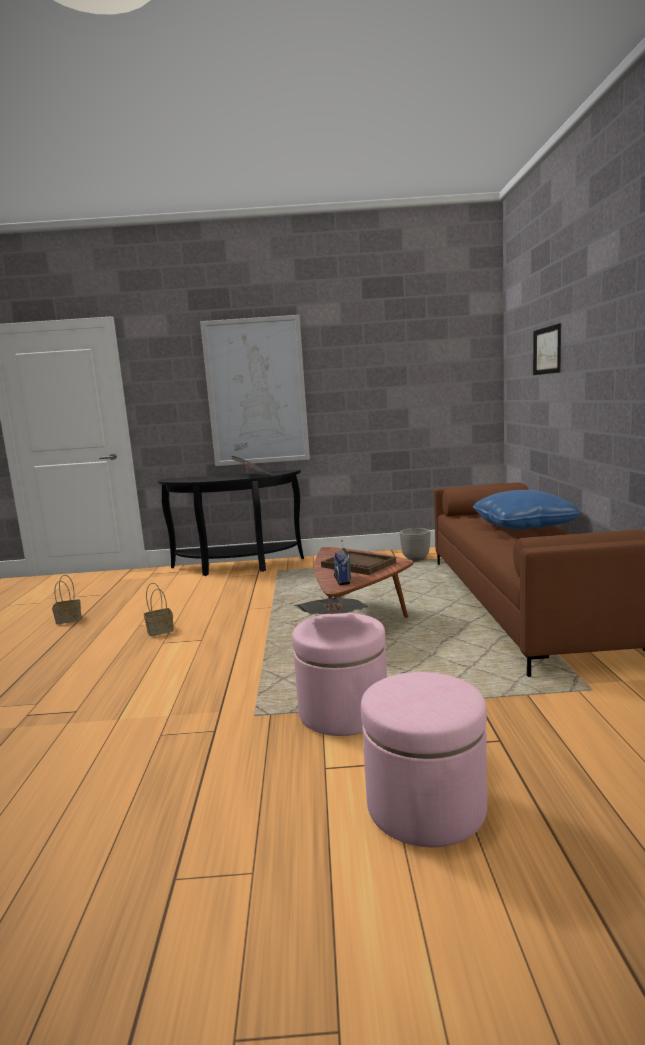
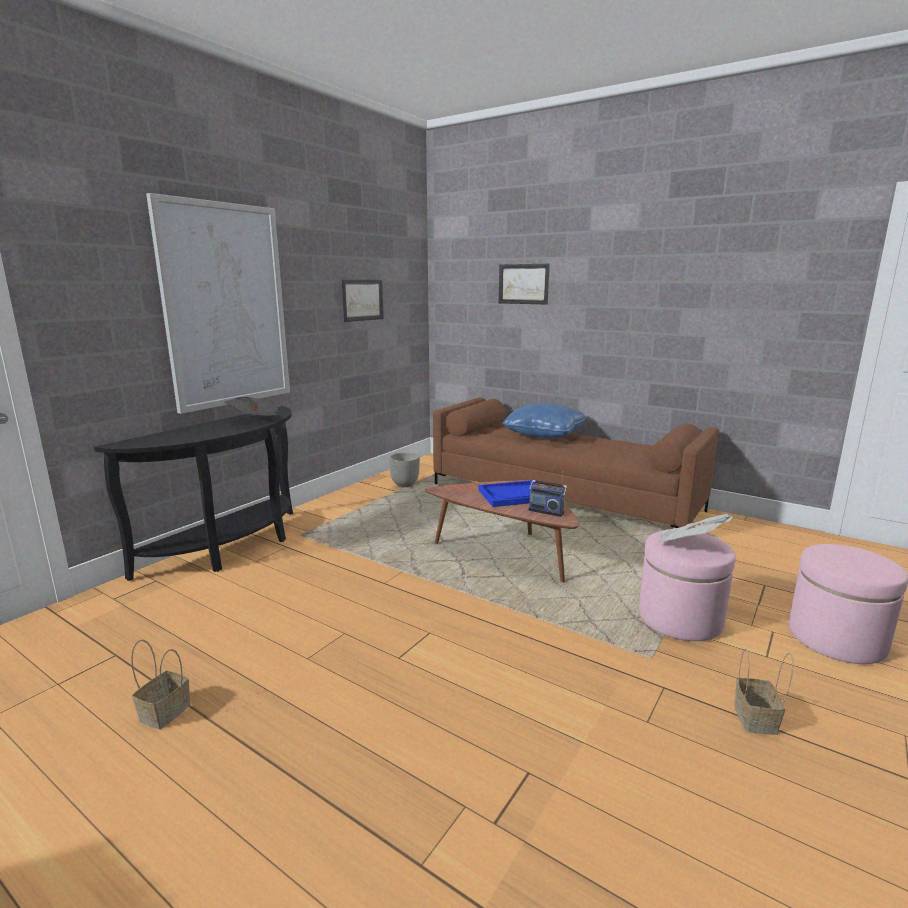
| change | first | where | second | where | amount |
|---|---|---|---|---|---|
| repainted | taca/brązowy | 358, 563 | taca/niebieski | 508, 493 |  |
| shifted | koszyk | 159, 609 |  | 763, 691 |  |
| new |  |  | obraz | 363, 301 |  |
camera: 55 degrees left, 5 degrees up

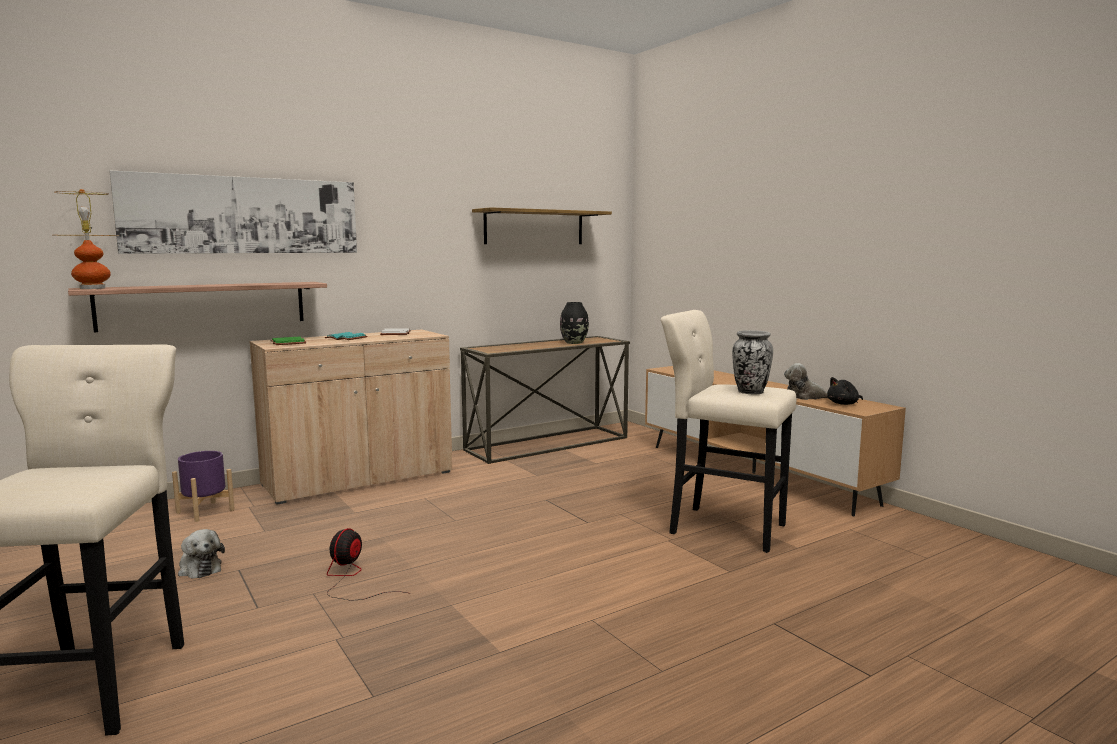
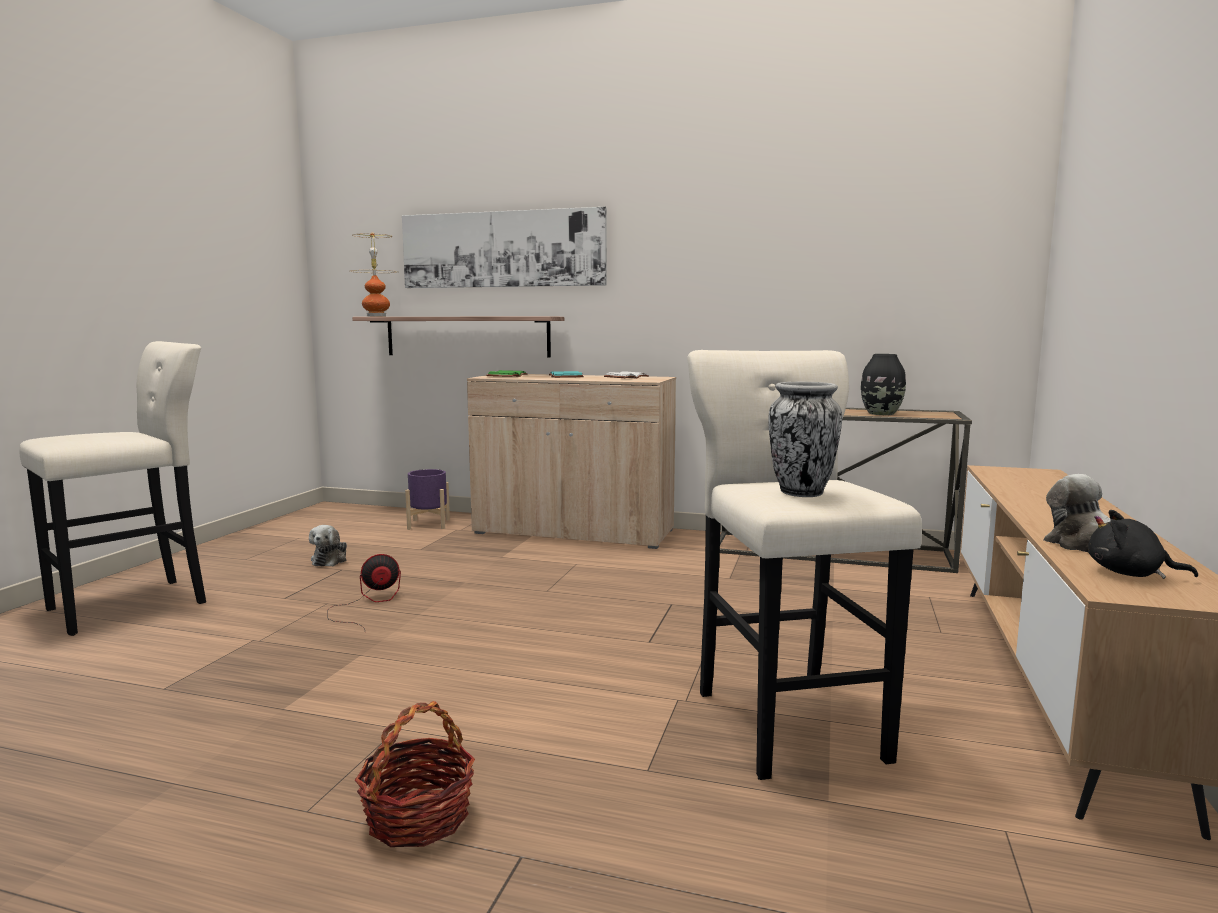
| change | first | where | second | where | amount |
|---|---|---|---|---|---|
| gone | półka | 542, 225 |  |  |  |
| new |  |  | koszyk | 415, 774 |  |
camera: 50 degrees right, 0 degrees up

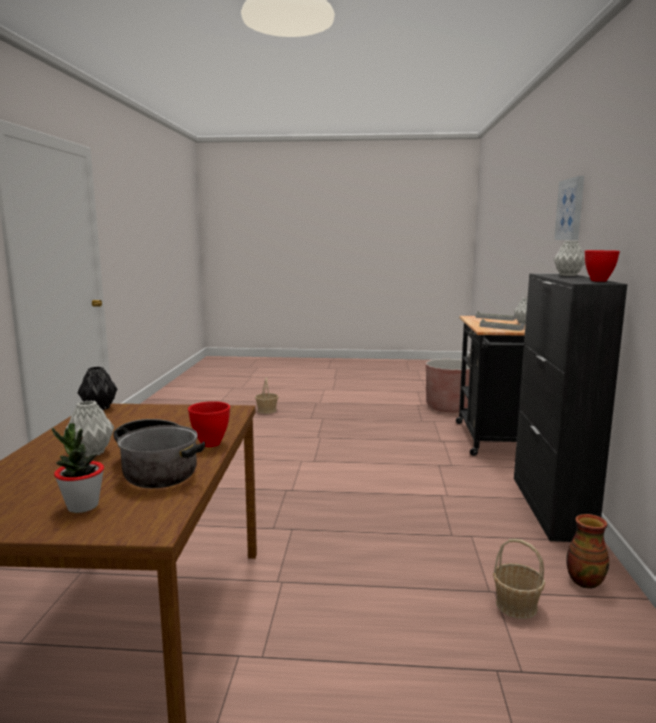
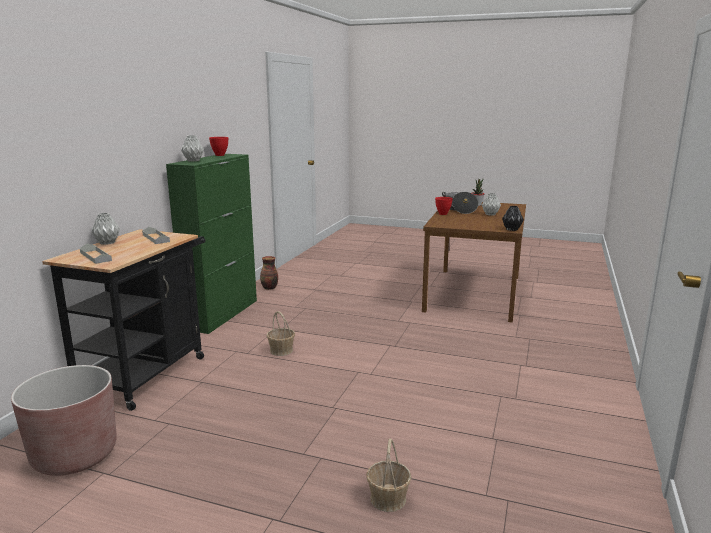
| change | first | where | second | where | amount |
|---|---|---|---|---|---|
| gone | obraz | 569, 208 |  |  |  |
| repainted | szafka/czarny | 571, 407 | szafka/zielony | 211, 244 |  |
| shifted | koszyk | 519, 579 |  | 281, 333 |  |
camera: 165 degrees left, 5 degrees up

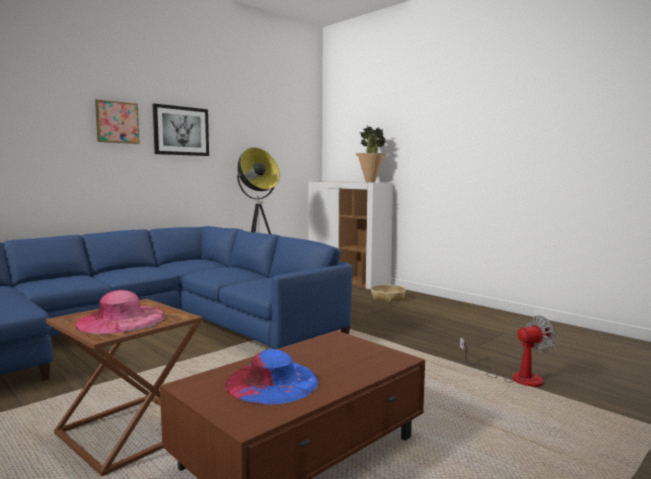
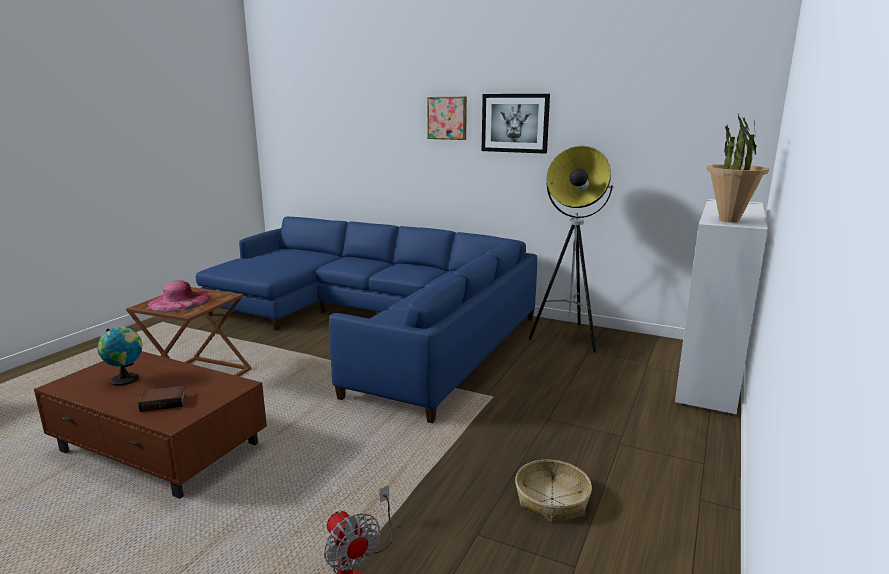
| change | first | where | second | where | amount |
|---|---|---|---|---|---|
| shifted | koszyk | 388, 293 |  | 553, 491 |  |
| swapped | kapelusz/niebieski | 271, 377 | globus | 119, 356 |  |
| new |  |  | książka | 162, 399 |  |
camera: 70 degrees right, 10 degrees up

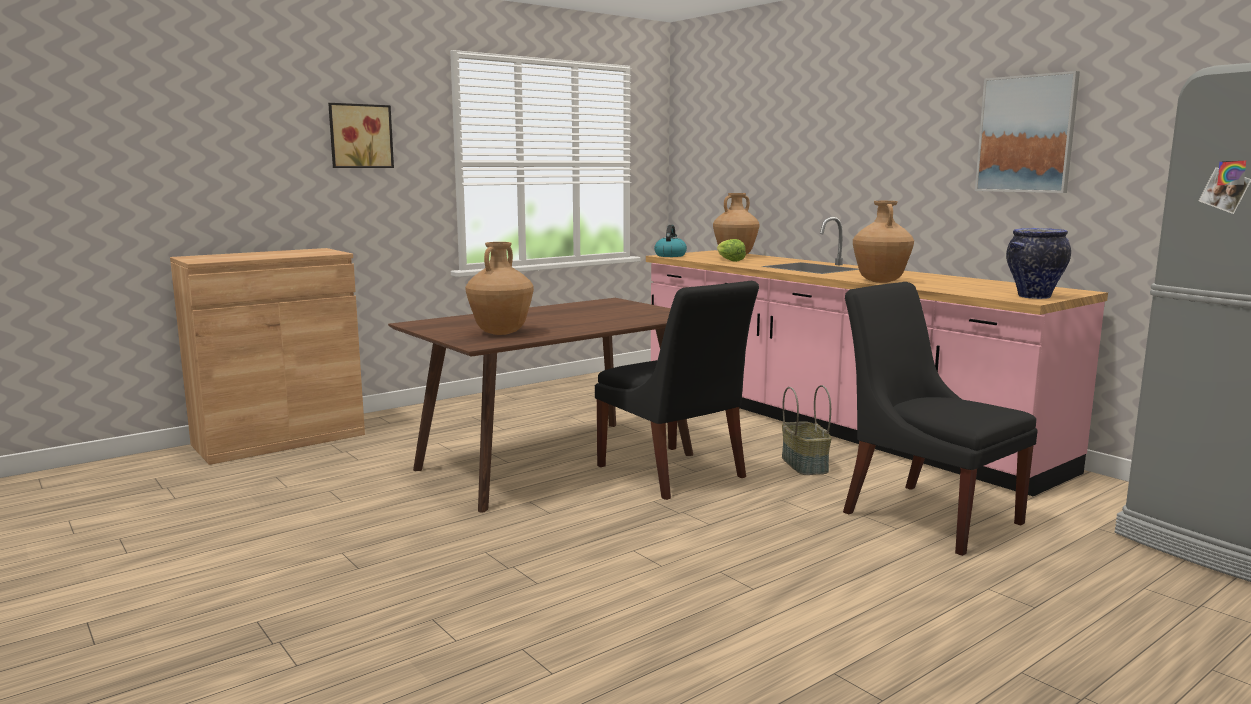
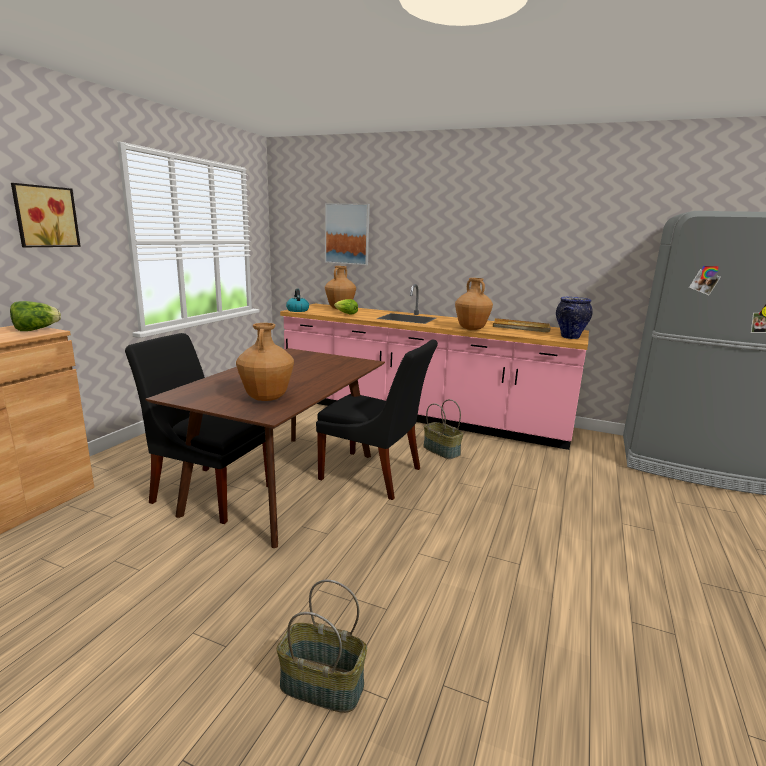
| change | first | where | second | where | amount |
|---|---|---|---|---|---|
| shifted | obraz | 1027, 132 |  | 347, 234 |  |
| shifted | krzesło/czarny | 940, 419 |  | 196, 428 |  |
| new |  |  | sałata | 35, 316 |  |
| new |  |  | taca/beżowy | 522, 325 |  |
| new |  |  | koszyk | 322, 646 |  |
camera: 30 degrees left, 5 degrees up

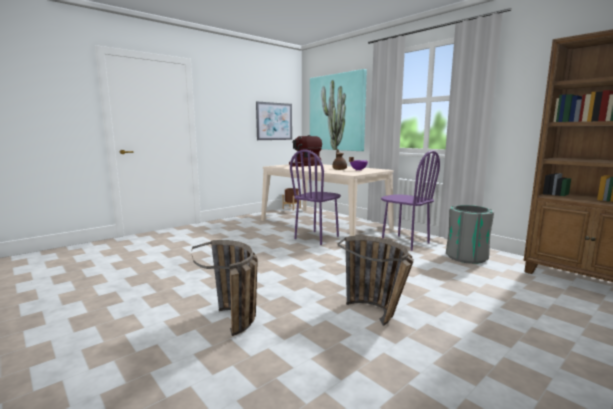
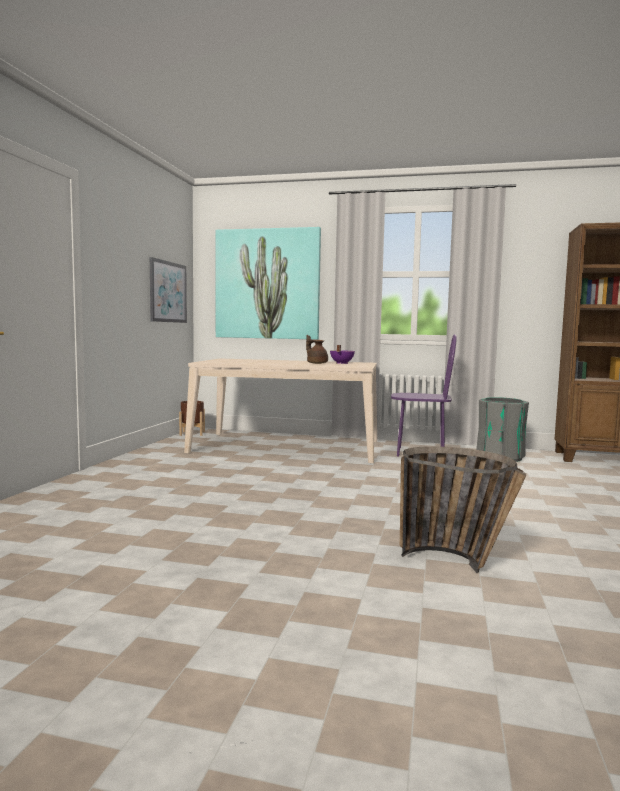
| change | first | where | second | where | amount |
|---|---|---|---|---|---|
| gone | ekspres do kawy | 305, 151 |  |  |  |
| gone | krzesło/fioletowy | 315, 197 |  |  |  |
| gone | koszyk | 375, 281 |  |  |  |
camera: 35 degrees left, 5 degrees down

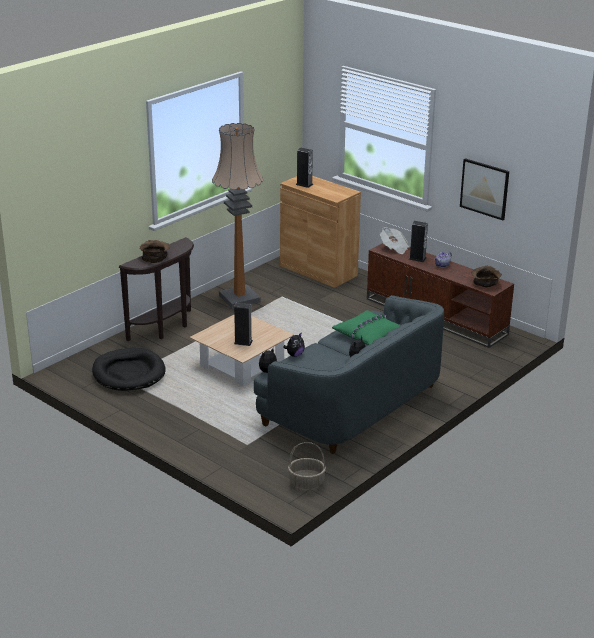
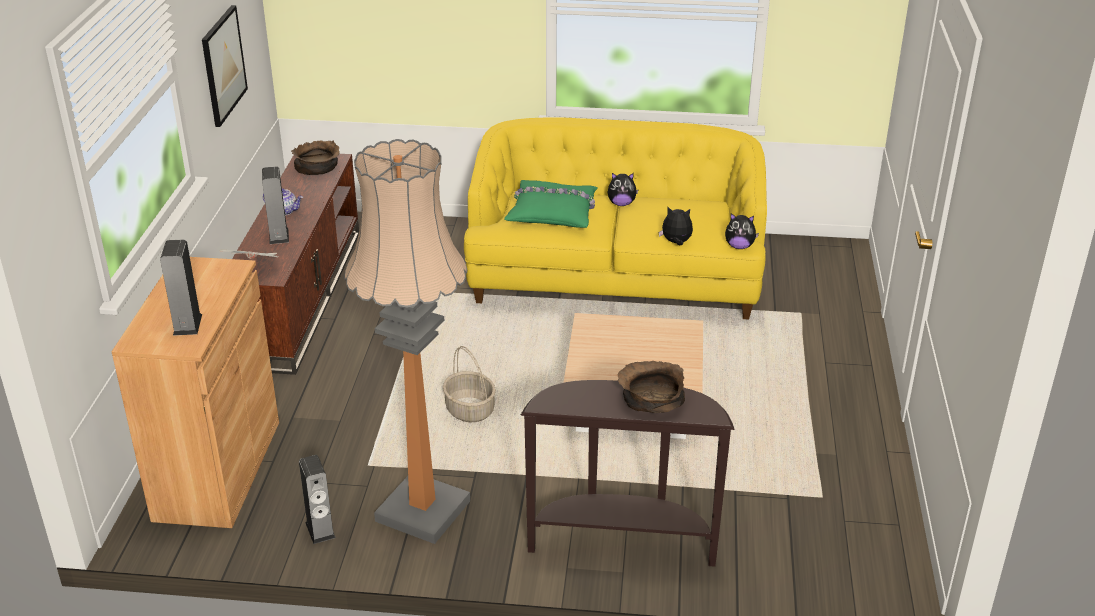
| change | first | where | second | where | amount |
|---|---|---|---|---|---|
| repainted | kanapa/szary | 349, 374 | kanapa/żółty | 615, 218 |  |
| shifted | głośnik | 243, 324 |  | 317, 499 |  |
| gone | legowisko/czarny | 129, 369 |  |  |  |
| shifted | koszyk | 307, 465 |  | 469, 384 |  |
camera: 125 degrees left, 5 degrees up

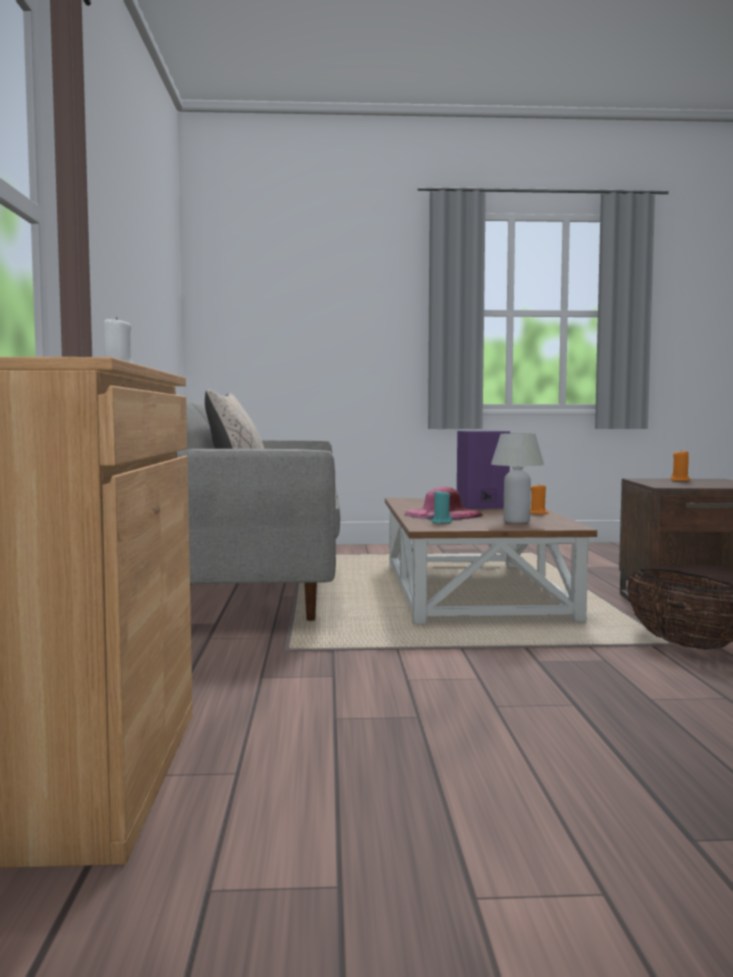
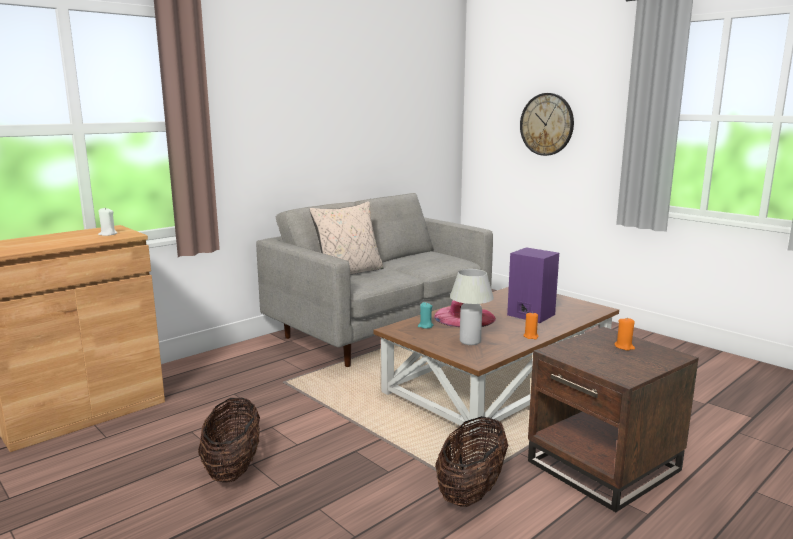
| change | first | where | second | where | amount |
|---|---|---|---|---|---|
| new |  |  | zegar ścienny | 547, 124 |  |
| new |  |  | koszyk | 229, 439 |  |
camera: 50 degrees right, 10 degrees up

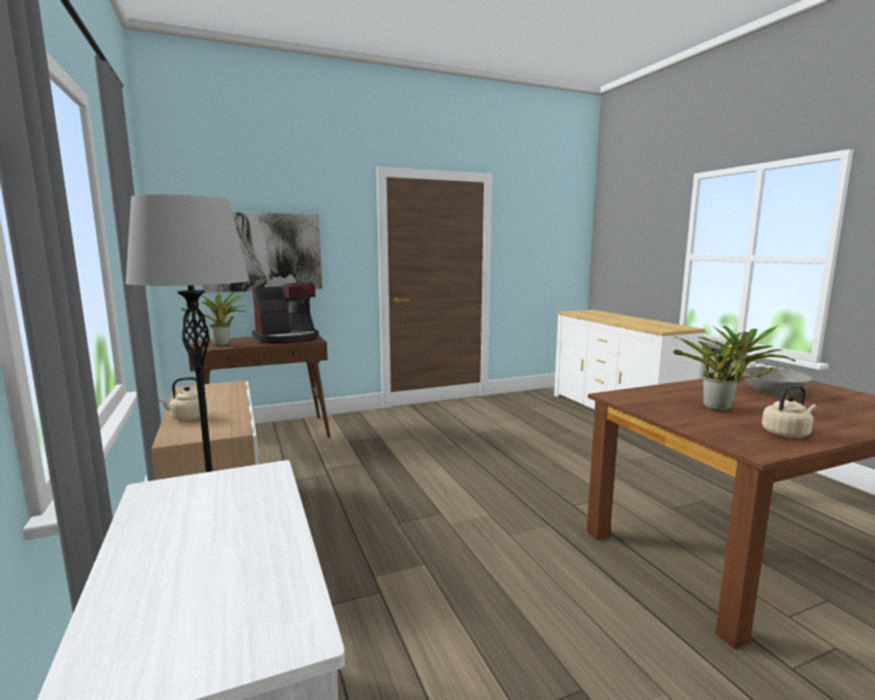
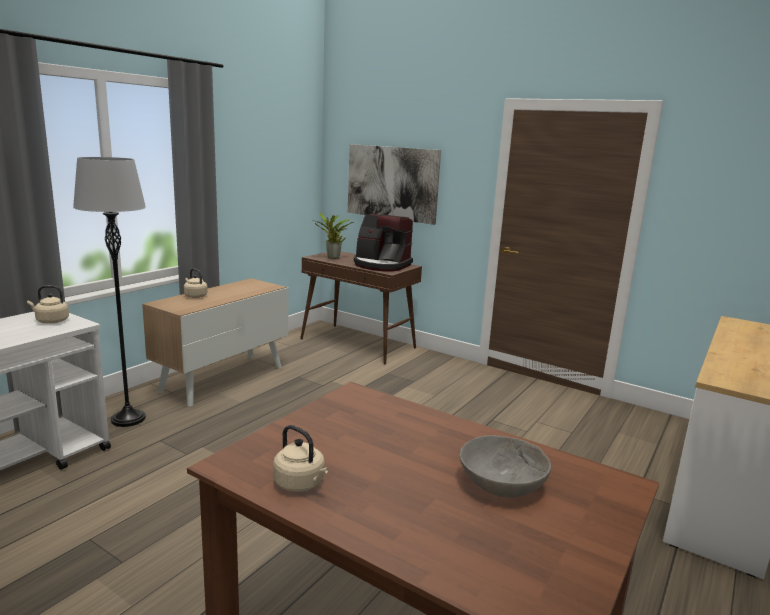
| change | first | where | second | where | amount |
|---|---|---|---|---|---|
| gone | roślina doniczkowa | 735, 368 |  |  |  |
| new |  |  | czajnik/beżowy | 48, 304 |  |
camera: 55 degrees right, 5 degrees up

